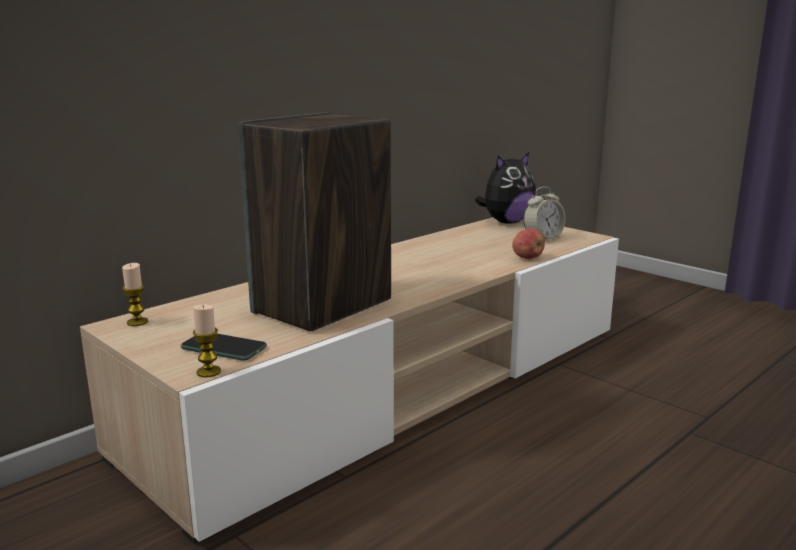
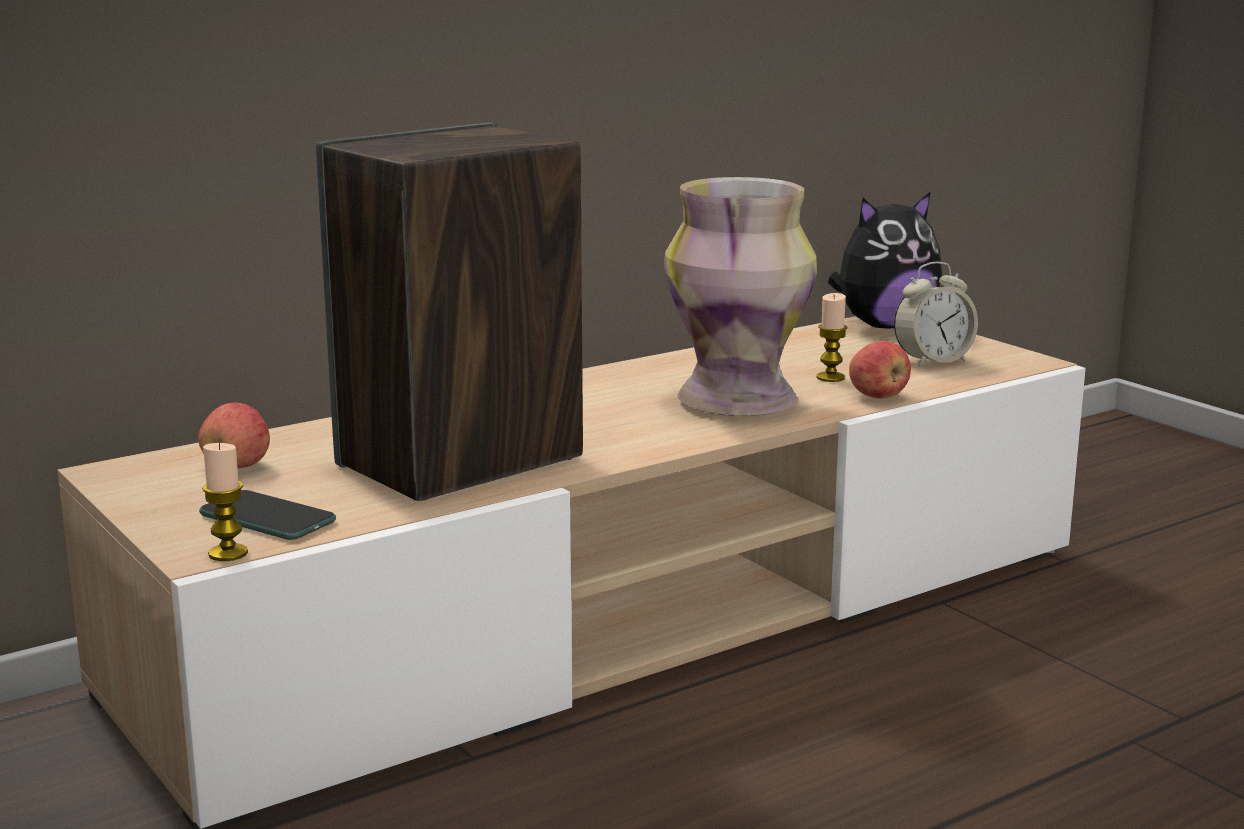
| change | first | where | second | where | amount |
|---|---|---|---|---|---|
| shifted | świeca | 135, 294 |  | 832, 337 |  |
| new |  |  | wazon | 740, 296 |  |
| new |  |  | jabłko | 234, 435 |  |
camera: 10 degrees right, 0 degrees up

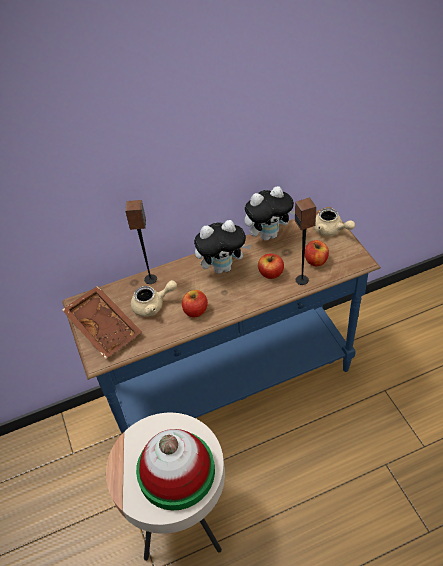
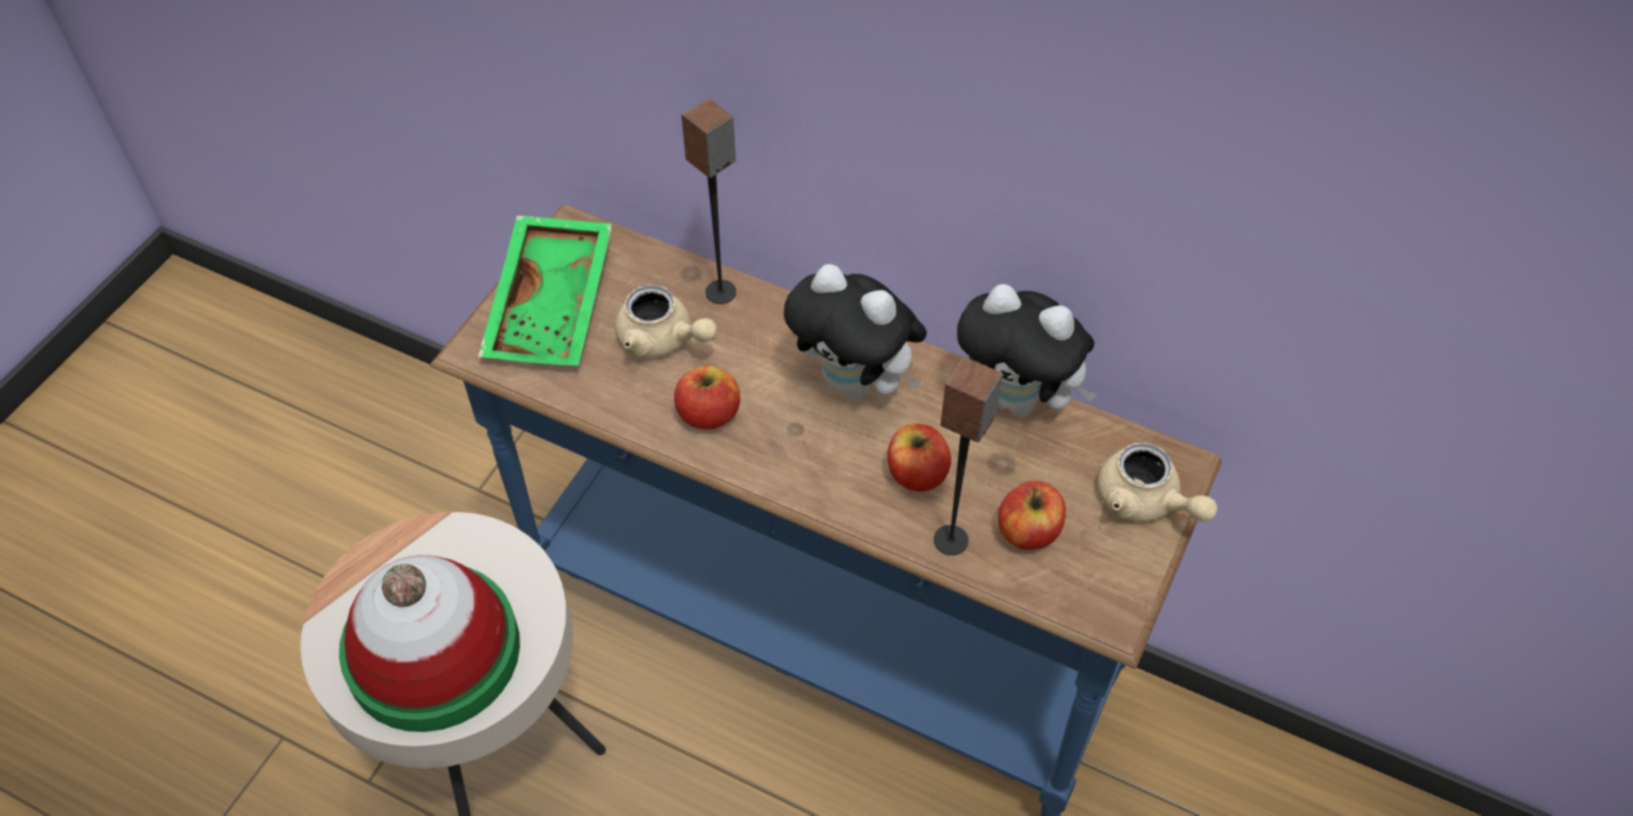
| change | first | where | second | where | amount |
|---|---|---|---|---|---|
| rotated | imbryk/beżowy | 334, 222 |  | 1158, 482 | 45 degrees counterclockwise |
| repainted | taca/brązowy | 102, 322 | taca/zielony | 545, 290 |  |
camera: 45 degrees right, 5 degrees up

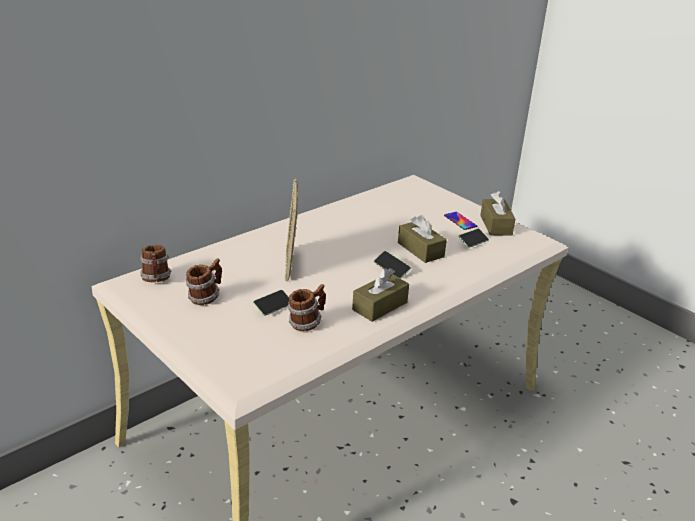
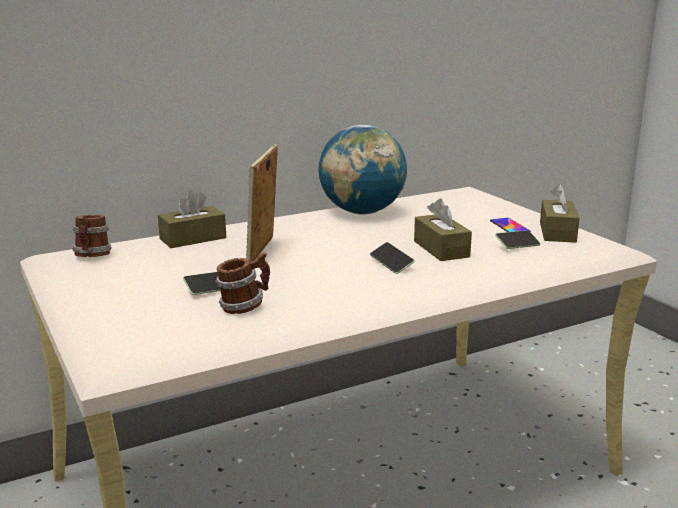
| change | first | where | second | where | amount |
|---|---|---|---|---|---|
| gone | kubek | 204, 281 |  |  |  |
| shifted | pudełko chusteczek/brązowy | 380, 295 |  | 192, 219 |  |
| new |  |  | globus | 362, 170 |  |
camera: 15 degrees right, 10 degrees down

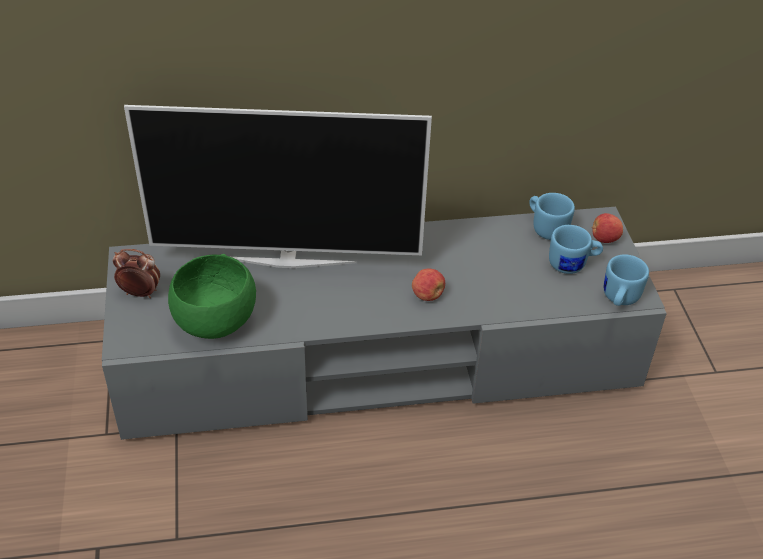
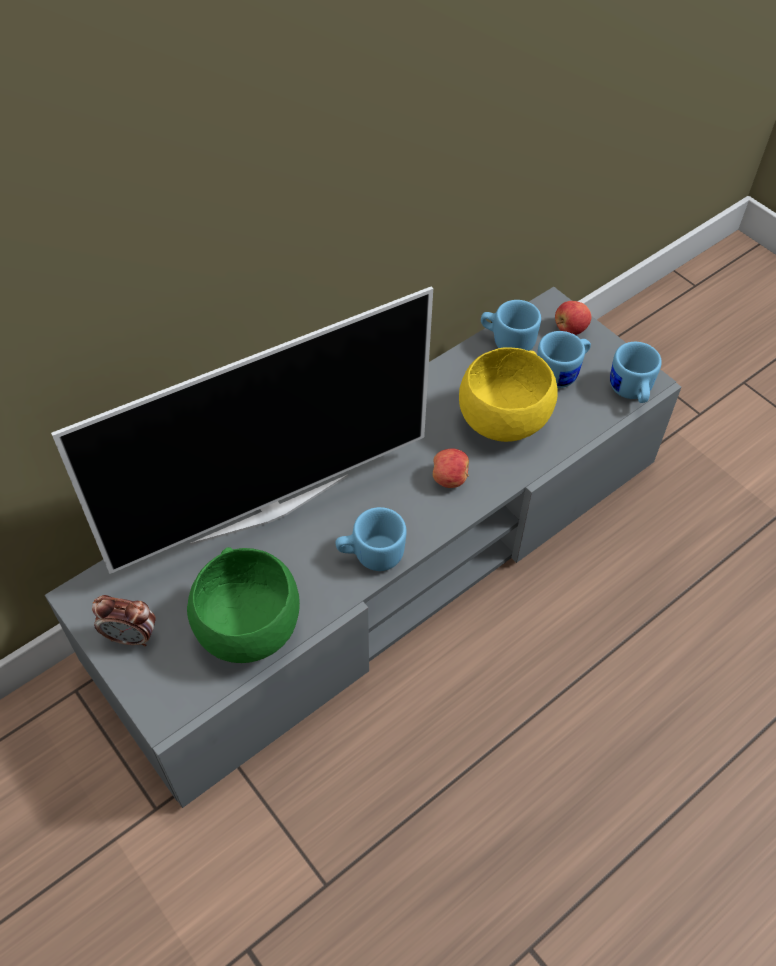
| change | first | where | second | where | amount |
|---|---|---|---|---|---|
| rotated | budzik | 136, 273 |  | 124, 621 | 150 degrees counterclockwise |
| new |  |  | miska/żółty | 508, 394 |  |
| new |  |  | kubek/niebieski | 371, 539 |  |
camera: 30 degrees left, 10 degrees up

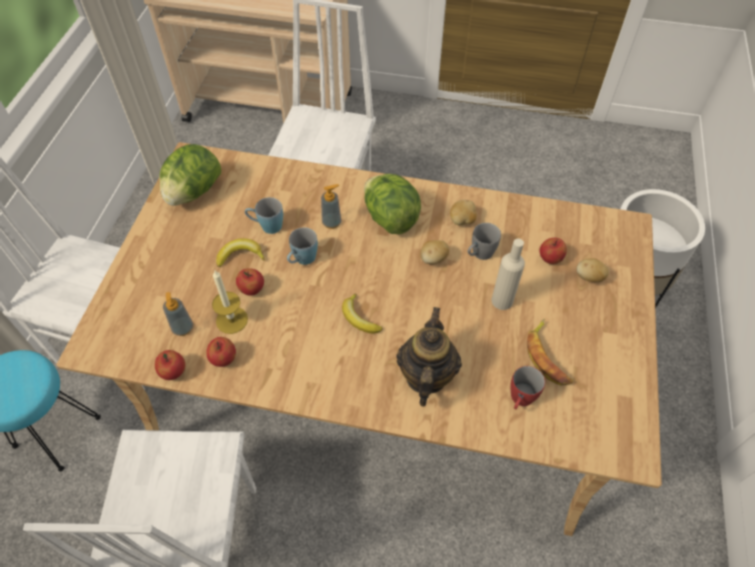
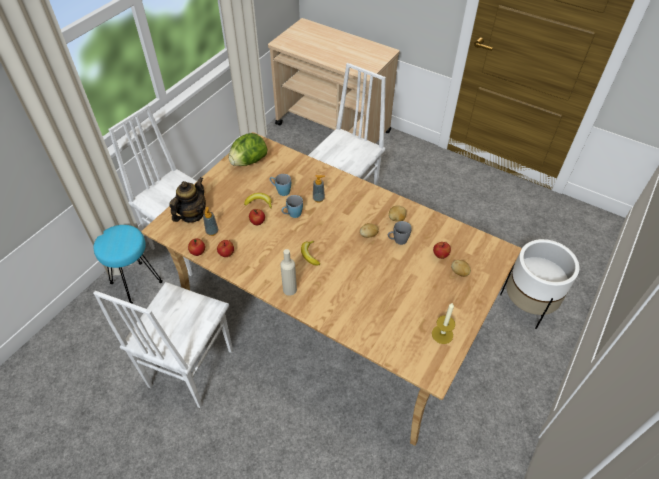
| change | first | where | second | where | amount |
|---|---|---|---|---|---|
| gone | sałata | 392, 204 |  |  |  |
| shifted | butelka/beżowy | 508, 274 |  | 288, 272 |  |
| shifted | świeca | 230, 301 |  | 443, 323 |  |
| shifted | imbryk | 429, 356 |  | 187, 200 |  |
| gone | banan | 550, 352 |  |  |  |
| gone | kubek/czerwony | 527, 387 |  |  |  |
camera: 20 degrees right, 5 degrees down

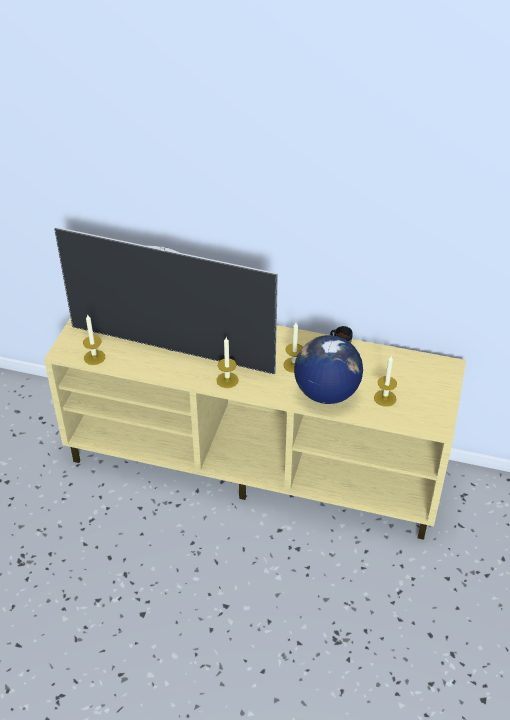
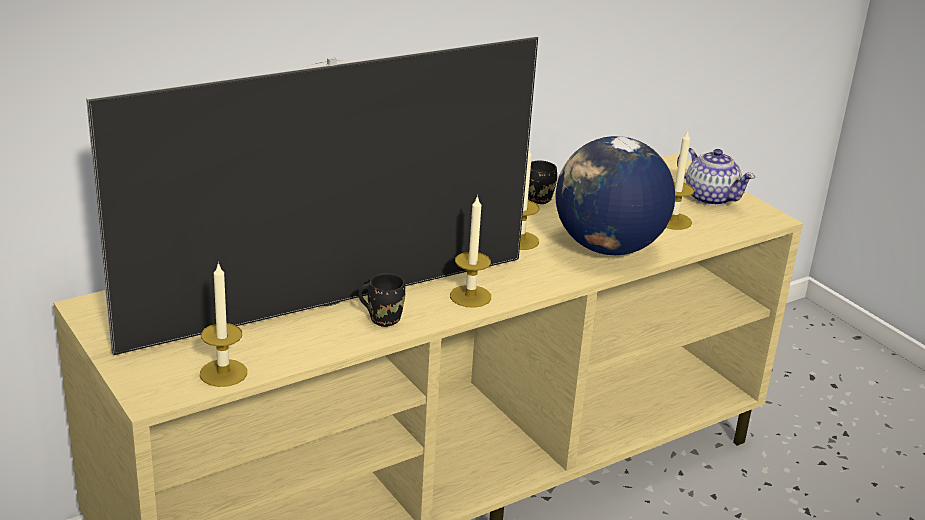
| change | first | where | second | where | amount |
|---|---|---|---|---|---|
| new |  |  | imbryk | 716, 177 |  |
| new |  |  | kubek/czarny | 381, 300 |  |
camera: 50 degrees left, 15 degrees down

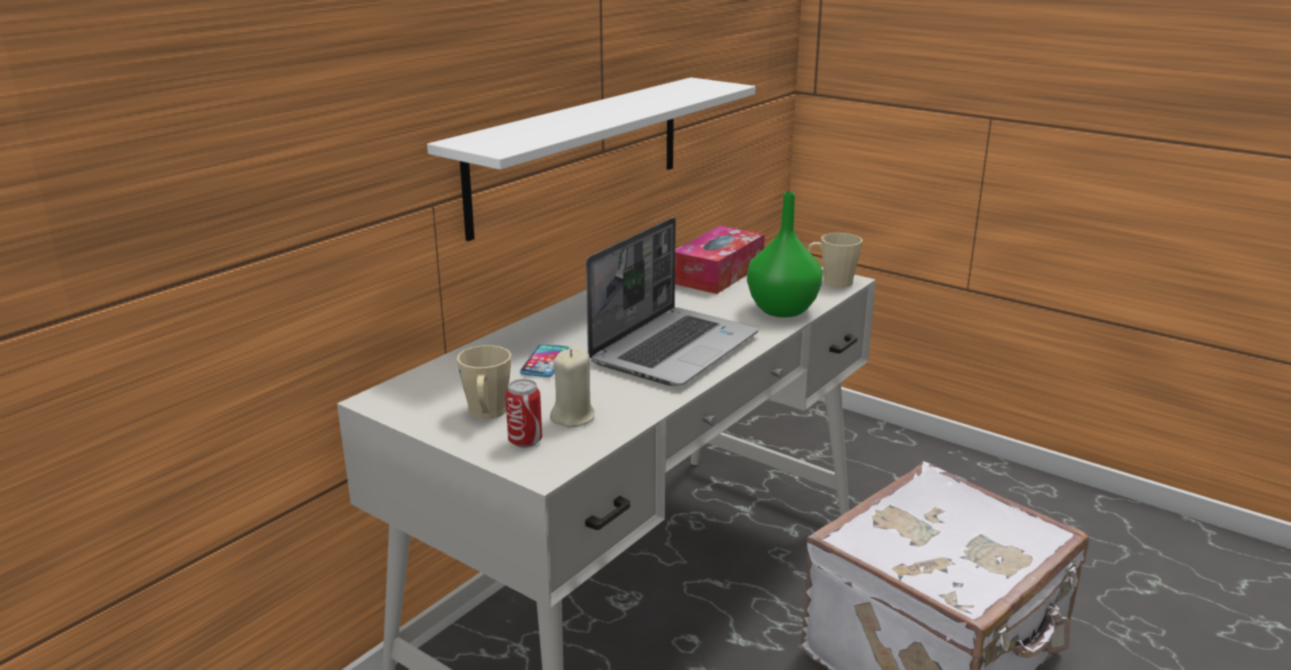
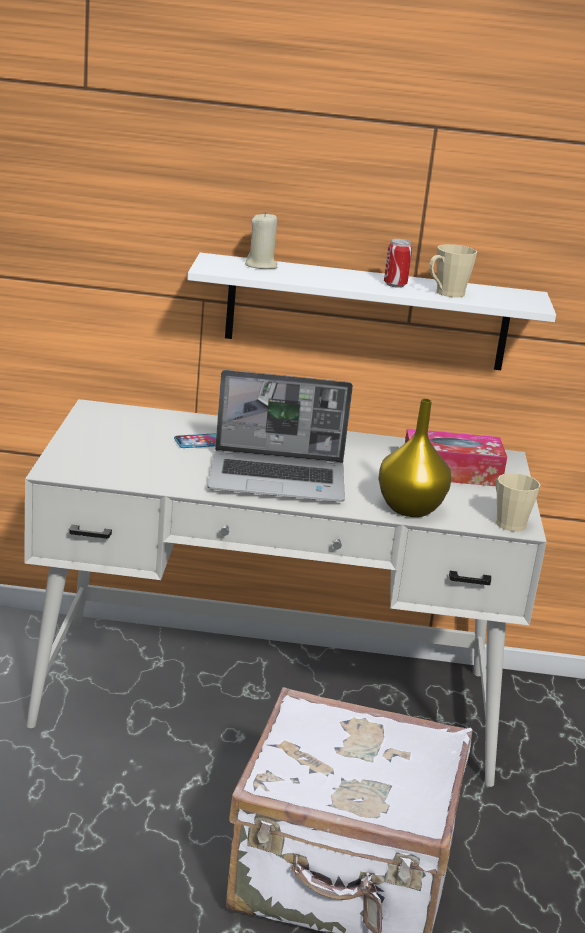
| change | first | where | second | where | amount |
|---|---|---|---|---|---|
| repainted | wazon/zielony | 784, 254 | wazon/żółty | 414, 458 |  |
| shifted | kubek/beżowy | 484, 382 |  | 453, 271 |  |
| shifted | świeca/beżowy | 572, 387 |  | 261, 240 |  |
| shifted | puszka | 523, 413 |  | 398, 263 |  |
camera: 55 degrees right, 0 degrees up

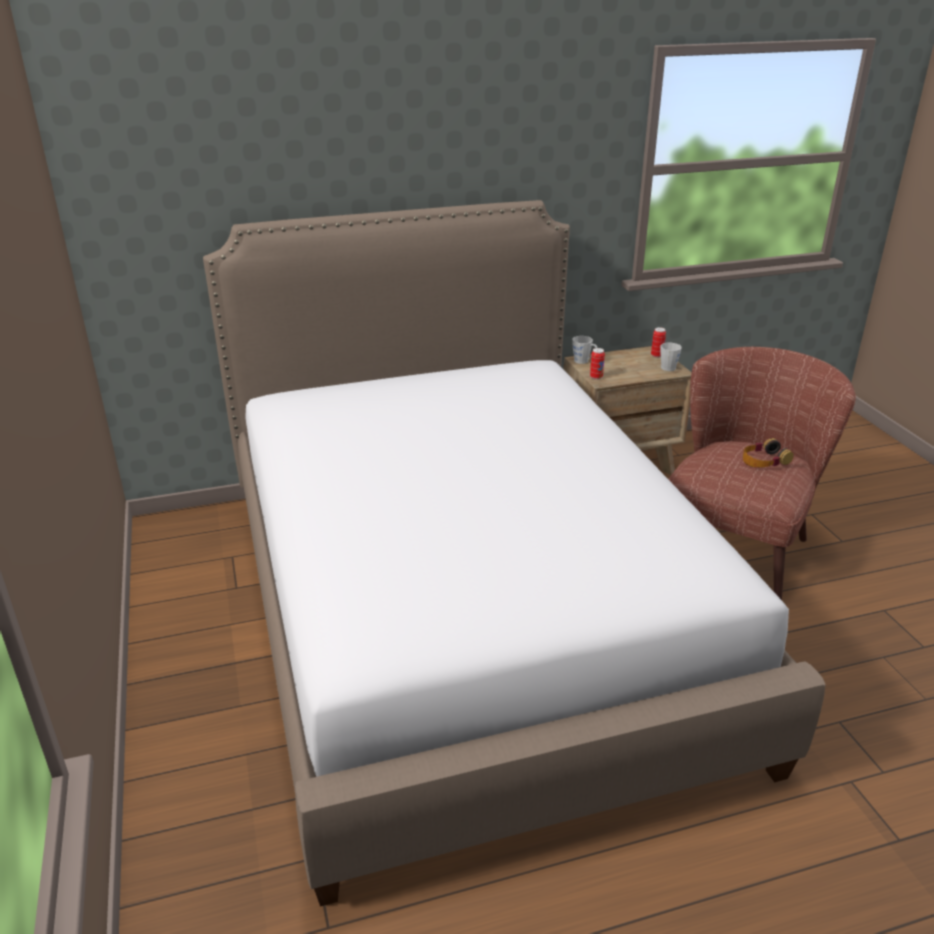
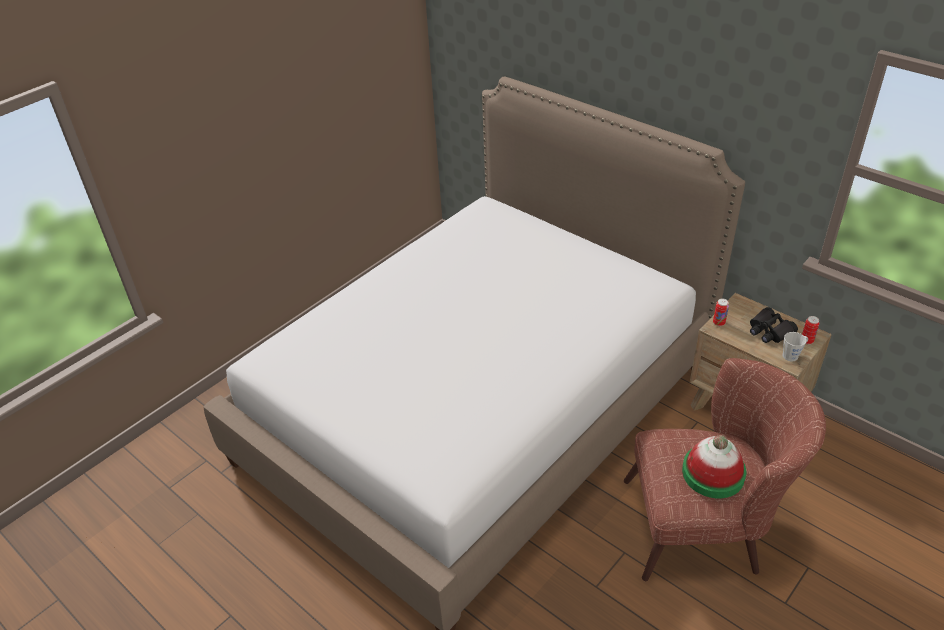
| change | first | where | second | where | amount |
|---|---|---|---|---|---|
| gone | kubek/szary | 584, 350 |  |  |  |
| swapped | słuchawki | 768, 453 | kapelusz | 714, 466 |  |
| new |  |  | lornetka/czarny | 774, 325 |  |
camera: 60 degrees right, 10 degrees up

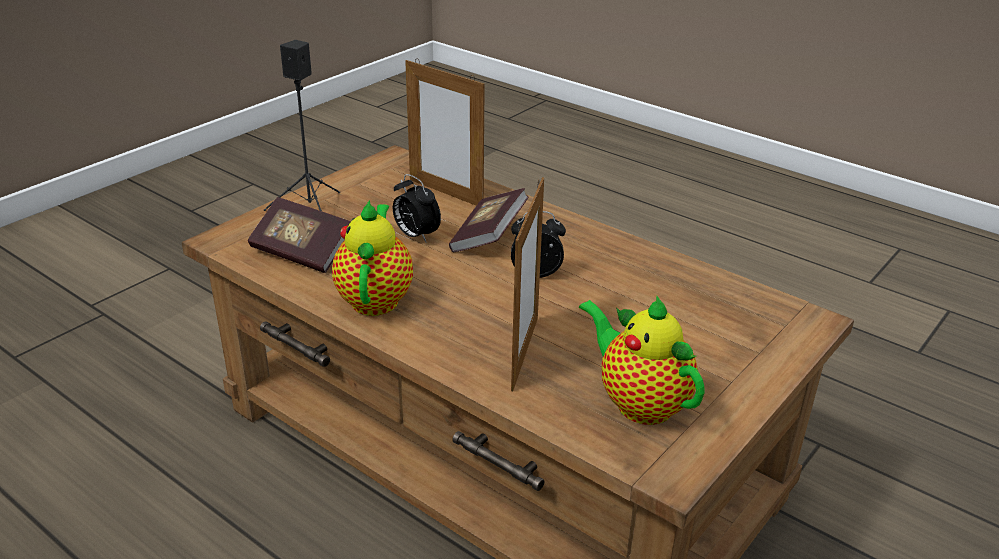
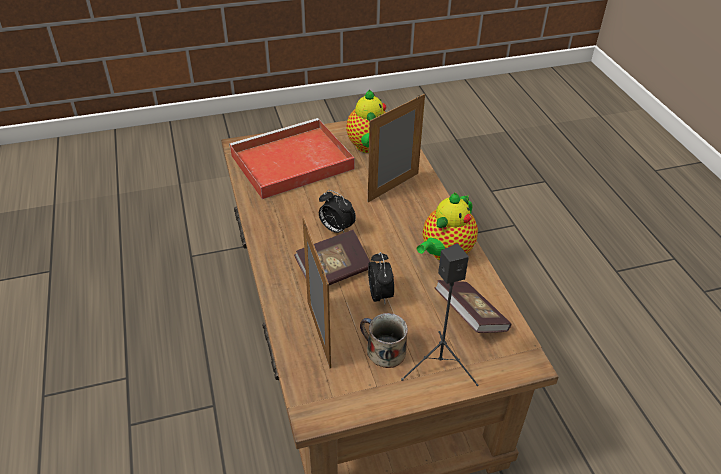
| change | first | where | second | where | amount |
|---|---|---|---|---|---|
| new |  |  | taca/czerwony | 292, 158 |  |
| new |  |  | kubek | 384, 340 |  |
camera: 145 degrees left, 10 degrees up

